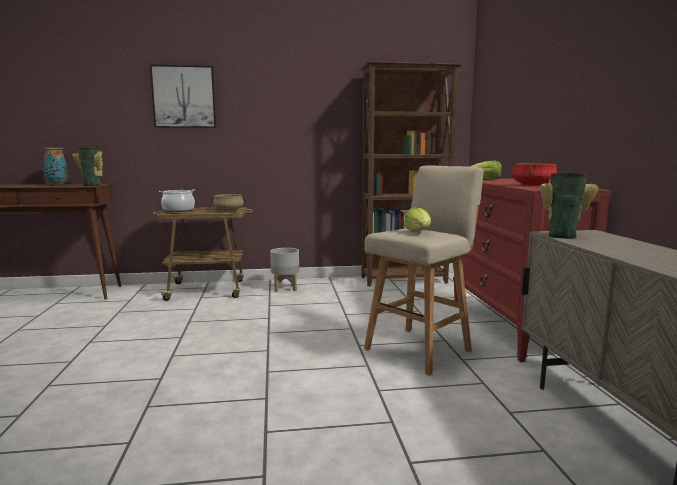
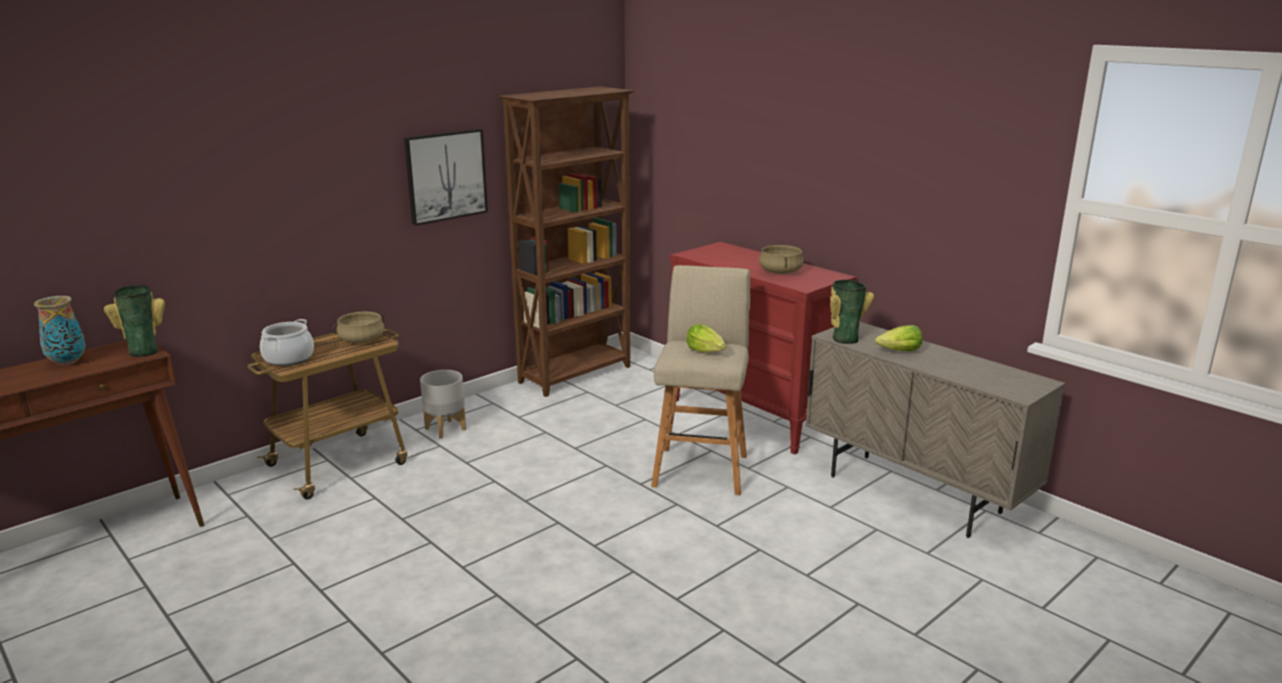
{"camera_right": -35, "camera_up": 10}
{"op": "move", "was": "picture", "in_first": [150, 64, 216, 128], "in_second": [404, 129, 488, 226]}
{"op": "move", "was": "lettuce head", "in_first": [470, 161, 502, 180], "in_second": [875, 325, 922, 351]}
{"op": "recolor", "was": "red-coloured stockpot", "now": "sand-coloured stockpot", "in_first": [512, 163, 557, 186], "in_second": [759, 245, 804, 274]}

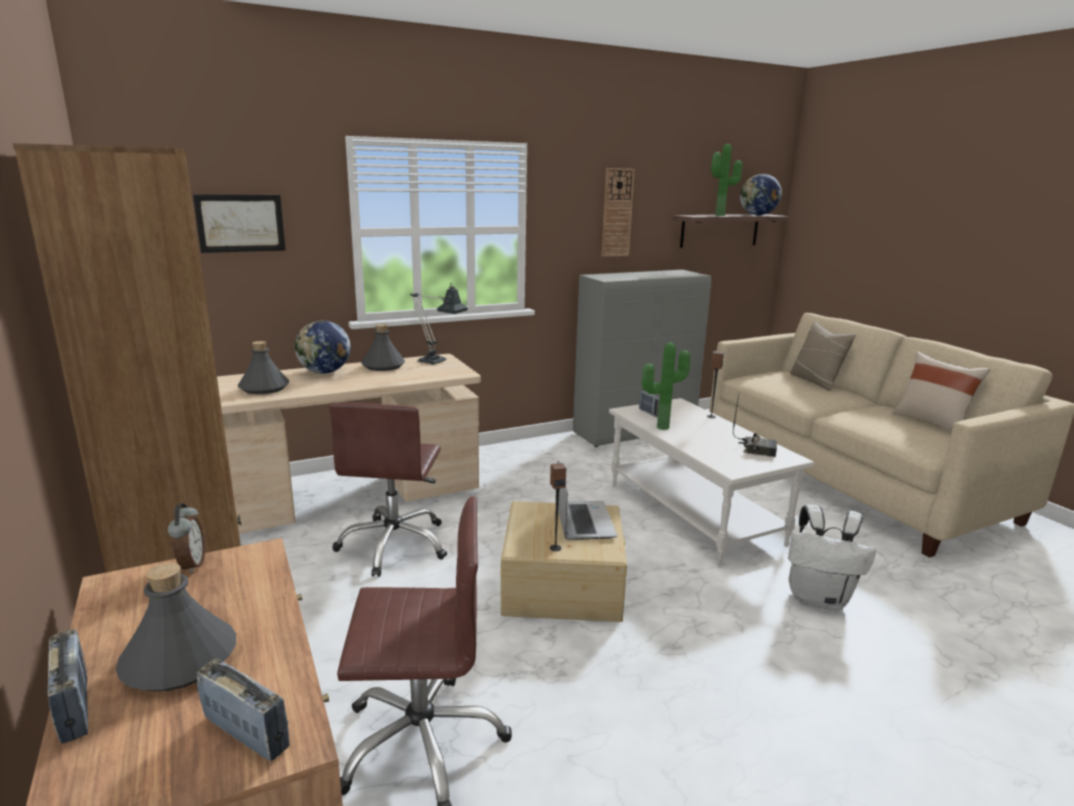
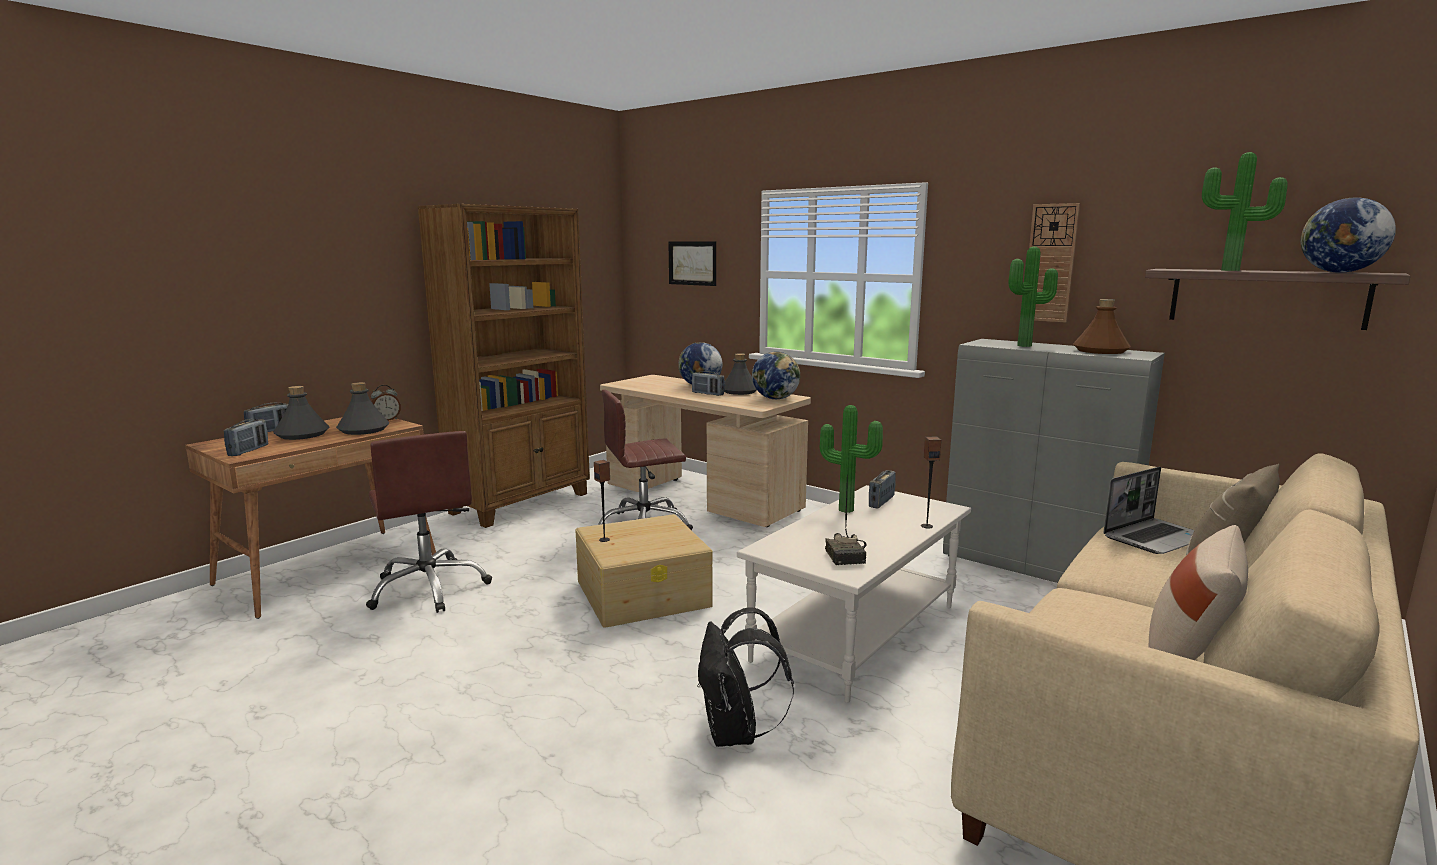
{"camera_right": 65, "camera_up": -5}
{"op": "insert", "now": "radio set", "in_second": [692, 371, 725, 396]}
{"op": "insert", "now": "houseplant", "in_second": [1009, 246, 1058, 347]}
{"op": "insert", "now": "brown-coloured bottle", "in_second": [1073, 299, 1131, 354]}
{"op": "move", "was": "greyish bottle", "in_first": [238, 341, 290, 394], "in_second": [336, 382, 390, 435]}
{"op": "move", "was": "notebook computer", "in_first": [558, 461, 617, 540], "in_second": [1103, 467, 1195, 554]}
{"op": "replace", "was": "tabletop lamp", "now": "world globe", "in_first": [410, 284, 468, 365], "in_second": [752, 351, 800, 399]}
{"op": "recolor", "was": "whitish backpack", "now": "blackish backpack", "in_first": [788, 505, 876, 610], "in_second": [697, 607, 794, 747]}

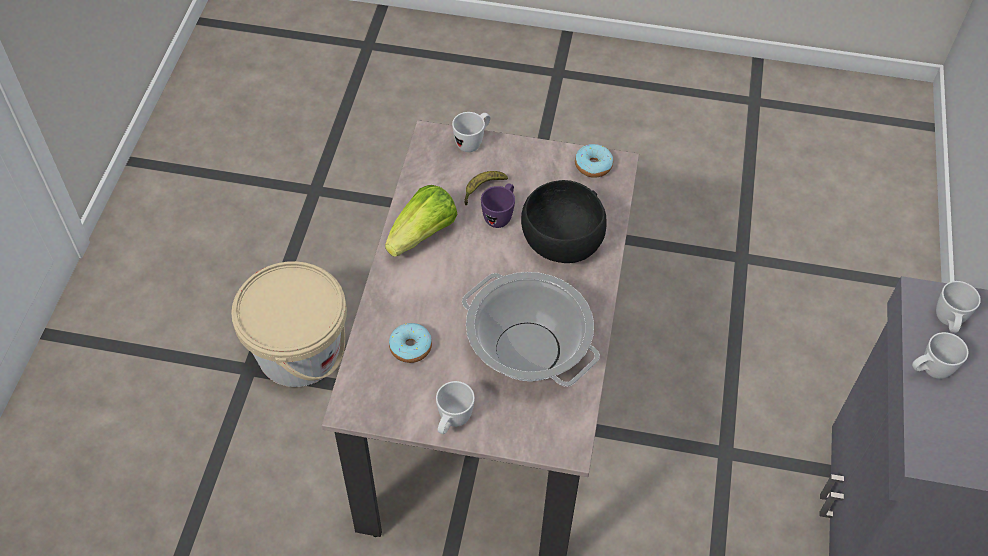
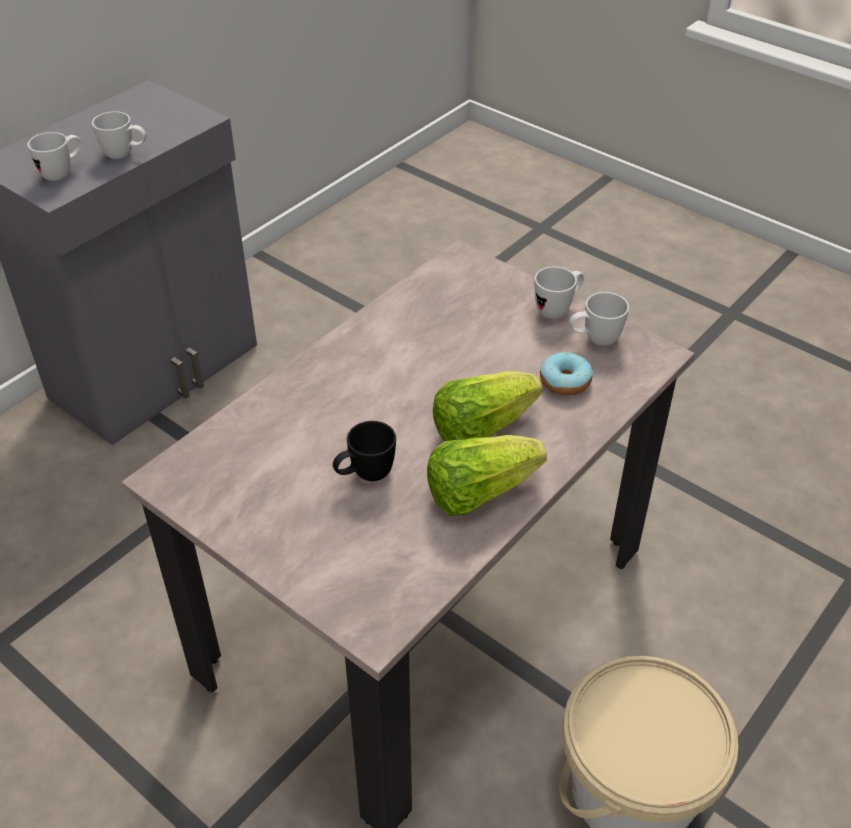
{"camera_right": -150, "camera_up": -10}
{"op": "delete", "was": "stockpot", "in_first": [462, 272, 600, 387]}
{"op": "delete", "was": "whole banana", "in_first": [464, 171, 508, 205]}
{"op": "delete", "was": "blackish bowl", "in_first": [521, 180, 607, 263]}
{"op": "delete", "was": "doughnut", "in_first": [575, 144, 613, 178]}
{"op": "insert", "now": "lettuce head", "in_second": [433, 371, 543, 441]}
{"op": "move", "was": "whitish mug", "in_first": [452, 112, 491, 152], "in_second": [569, 292, 629, 346]}
{"op": "recolor", "was": "purple mug", "now": "blackish mug", "in_first": [481, 183, 515, 228], "in_second": [333, 421, 396, 481]}

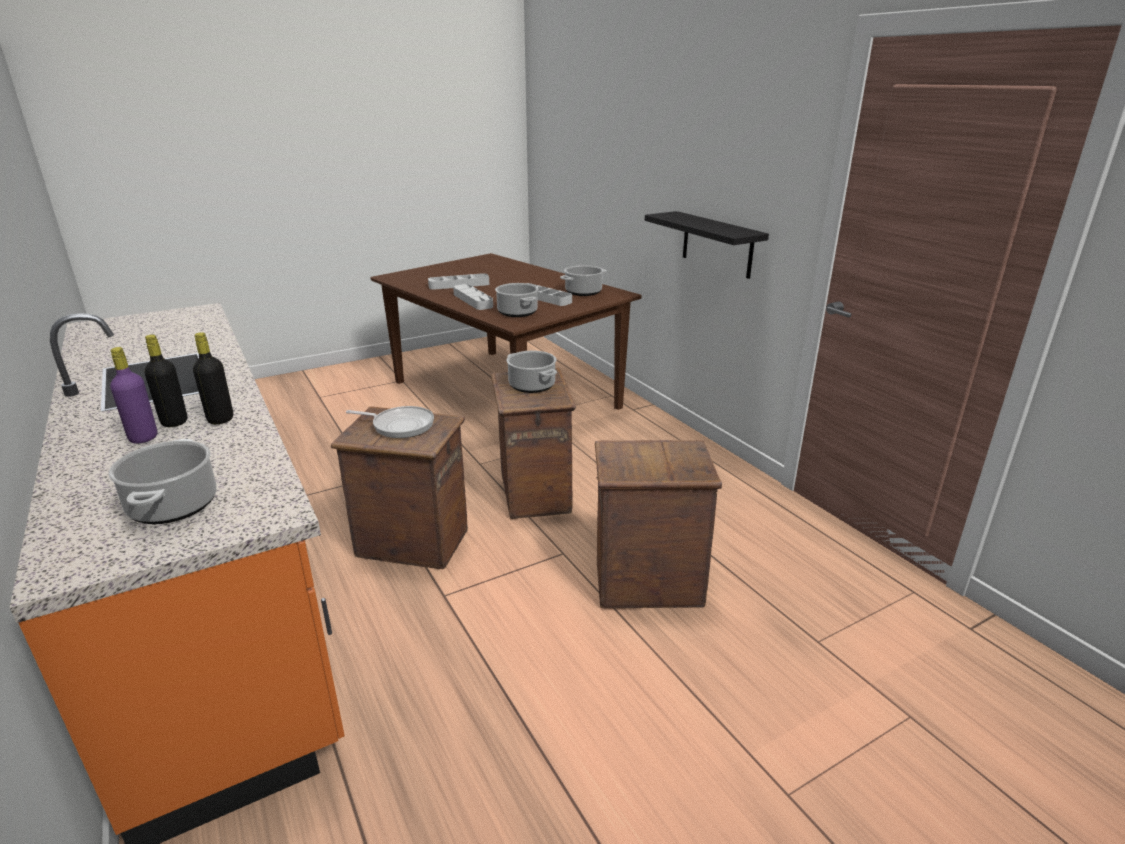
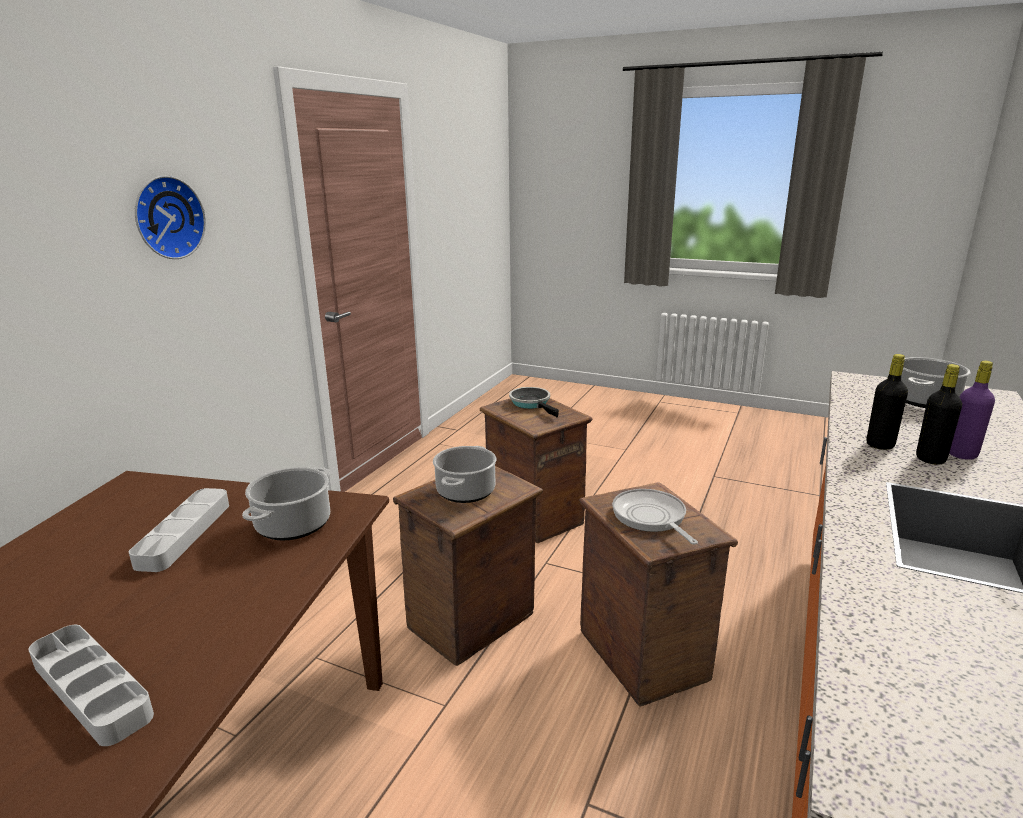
{"camera_right": -125, "camera_up": -5}
{"op": "delete", "was": "greyish serving tray", "in_first": [453, 284, 493, 310]}
{"op": "delete", "was": "stockpot", "in_first": [560, 265, 607, 296]}
{"op": "delete", "was": "blackish shelf", "in_first": [645, 211, 769, 279]}
{"op": "insert", "now": "hanging clock", "in_second": [135, 176, 206, 259]}
{"op": "insert", "now": "skillet", "in_second": [509, 387, 559, 417]}

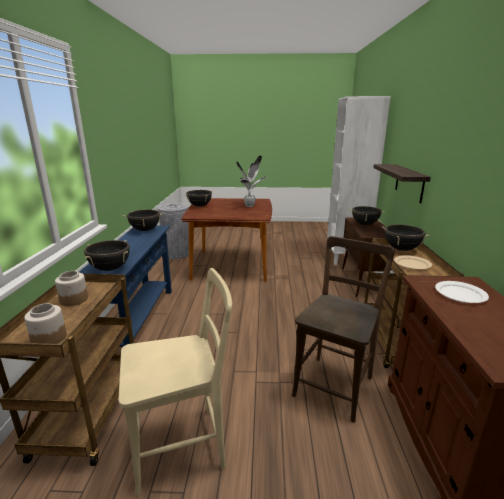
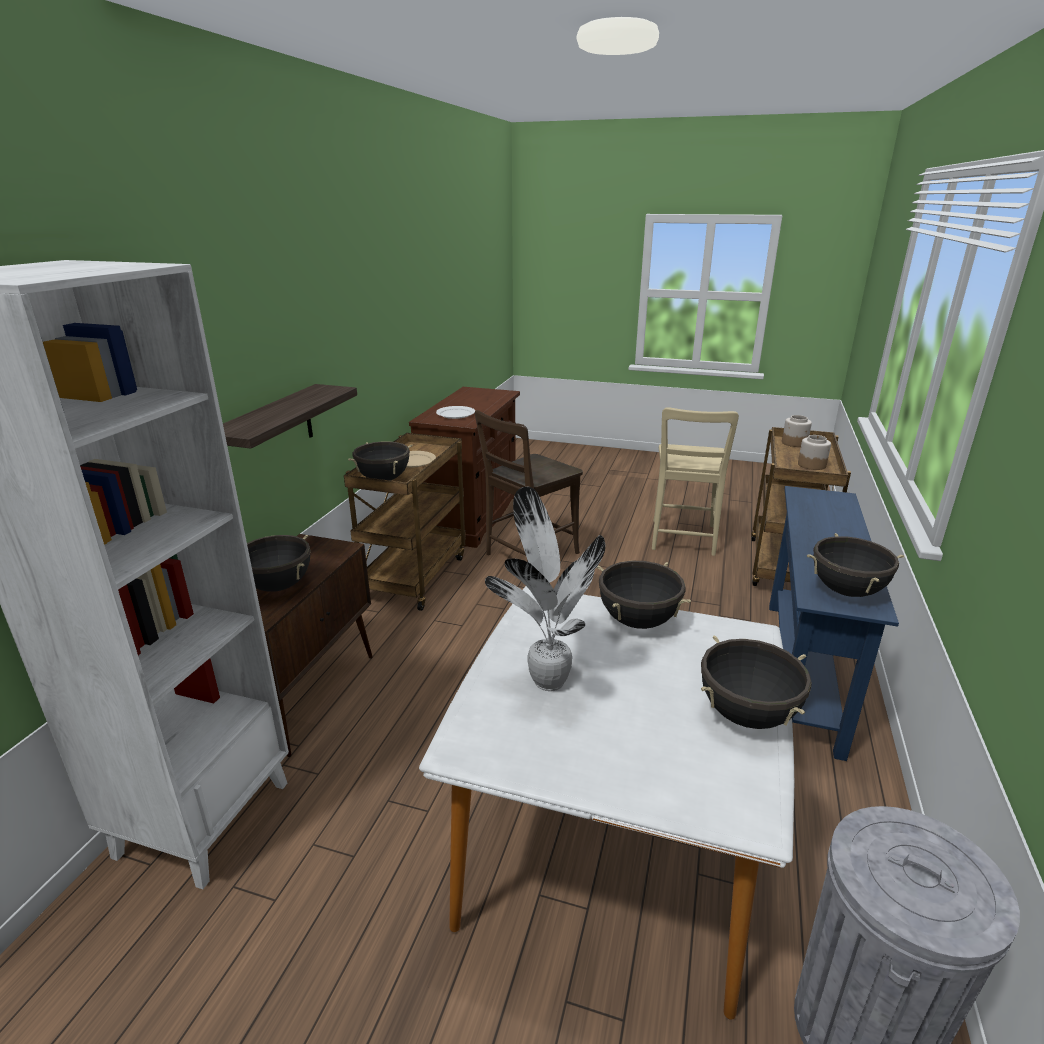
{"camera_right": -165, "camera_up": 5}
{"op": "move", "was": "blackish stockpot", "in_first": [84, 240, 130, 271], "in_second": [597, 561, 691, 629]}
{"op": "recolor", "was": "brown-coloured dining table", "now": "whitish dining table", "in_first": [181, 198, 272, 282], "in_second": [419, 586, 794, 1020]}
{"op": "rotate", "was": "sand-coloured upright chair", "in_first": [118, 268, 232, 496], "in_second": [652, 407, 739, 556], "clockwise": -75}

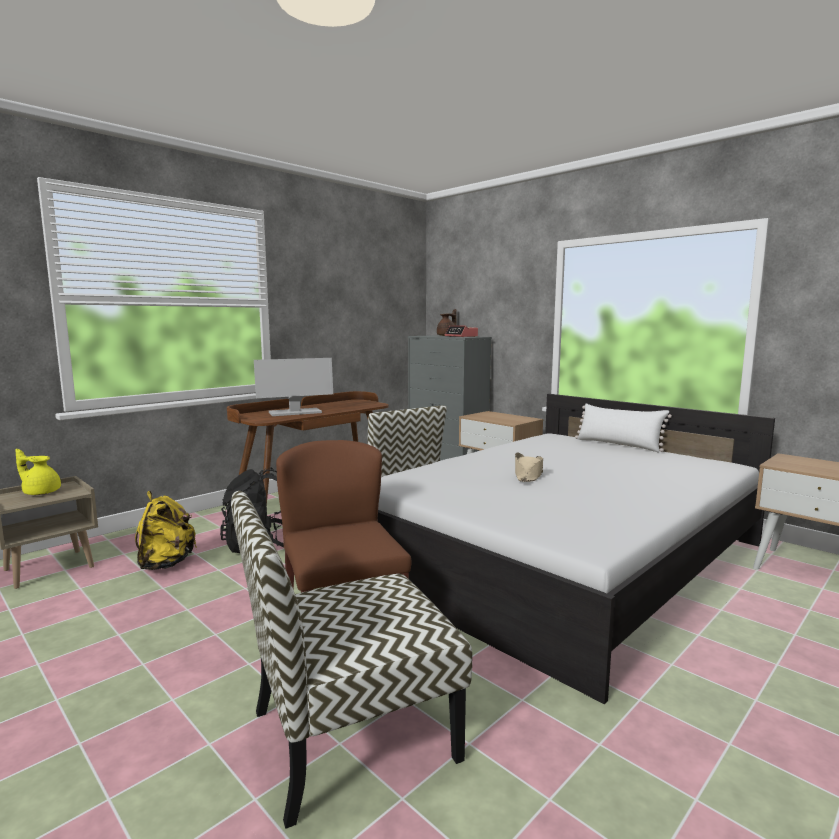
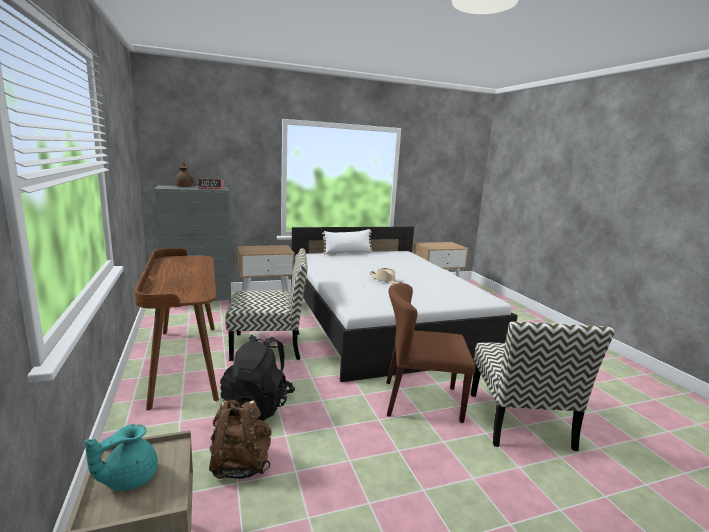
{"camera_right": -65, "camera_up": 5}
{"op": "delete", "was": "computer screen", "in_first": [254, 358, 333, 416]}
{"op": "recolor", "was": "yellow-coloured pot for tea", "now": "turquoise-coloured pot for tea", "in_first": [15, 449, 61, 495], "in_second": [85, 424, 158, 491]}
{"op": "recolor", "was": "yellow-coloured backpack", "now": "brown-coloured backpack", "in_first": [135, 491, 197, 570], "in_second": [209, 400, 272, 479]}

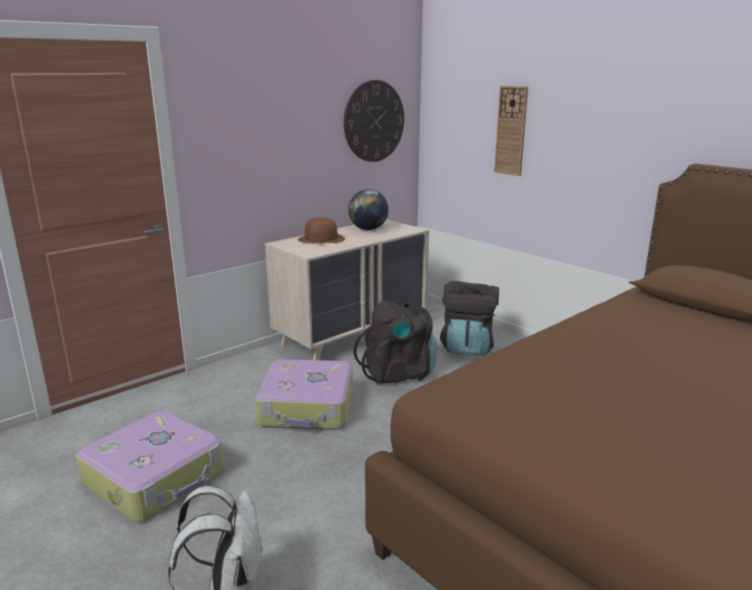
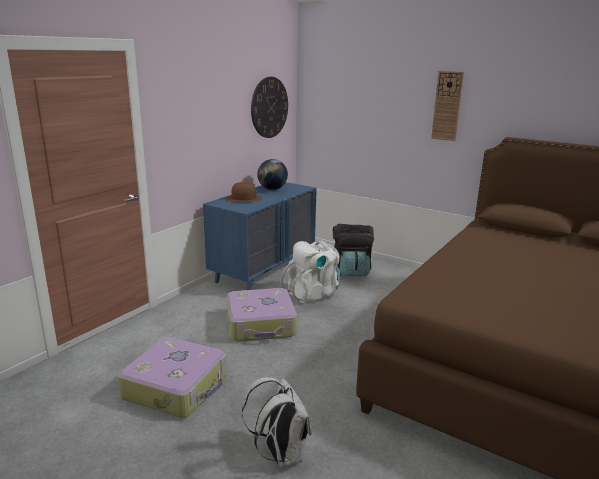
{"camera_right": -15, "camera_up": 0}
{"op": "move", "was": "hanging clock", "in_first": [494, 86, 528, 176], "in_second": [431, 71, 464, 141]}
{"op": "recolor", "was": "sand-coloured drawer chest", "now": "bluish drawer chest", "in_first": [265, 219, 429, 360], "in_second": [203, 182, 317, 290]}
{"op": "recolor", "was": "blackish backpack", "now": "whitish backpack", "in_first": [354, 301, 437, 385], "in_second": [280, 241, 340, 303]}

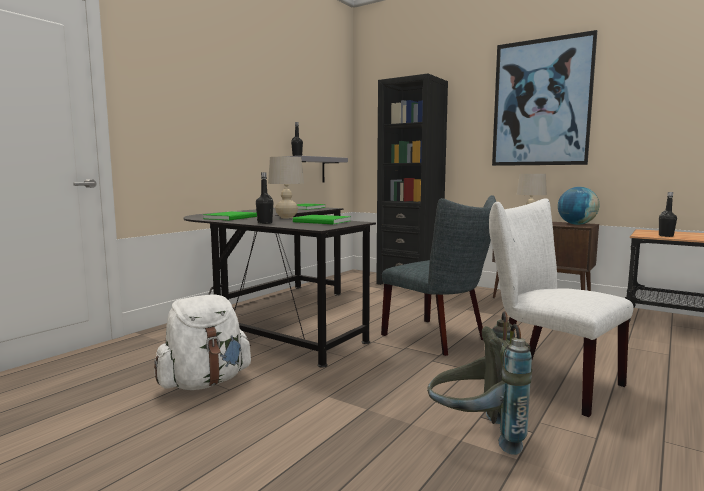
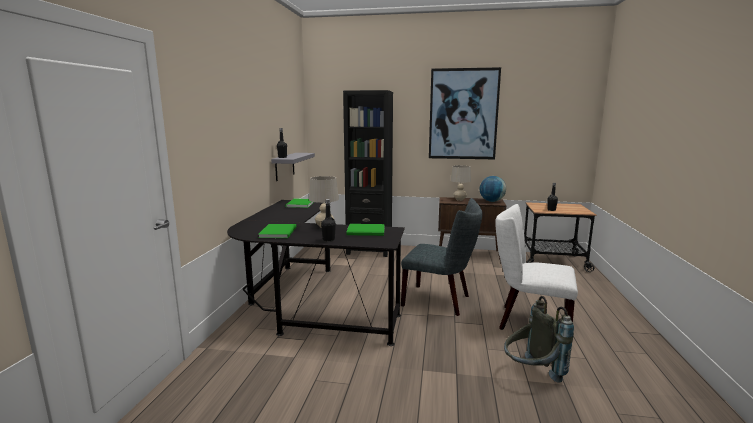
{"camera_right": -25, "camera_up": 5}
{"op": "delete", "was": "whitish backpack", "in_first": [154, 294, 251, 390]}

